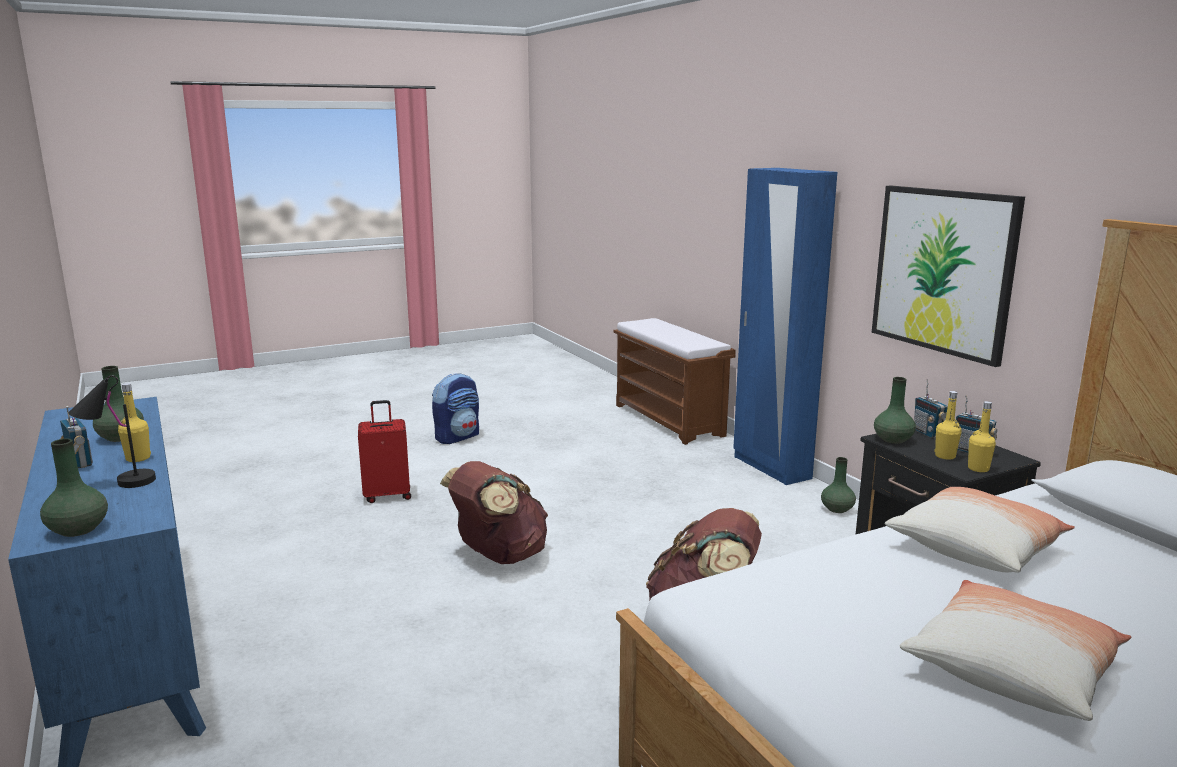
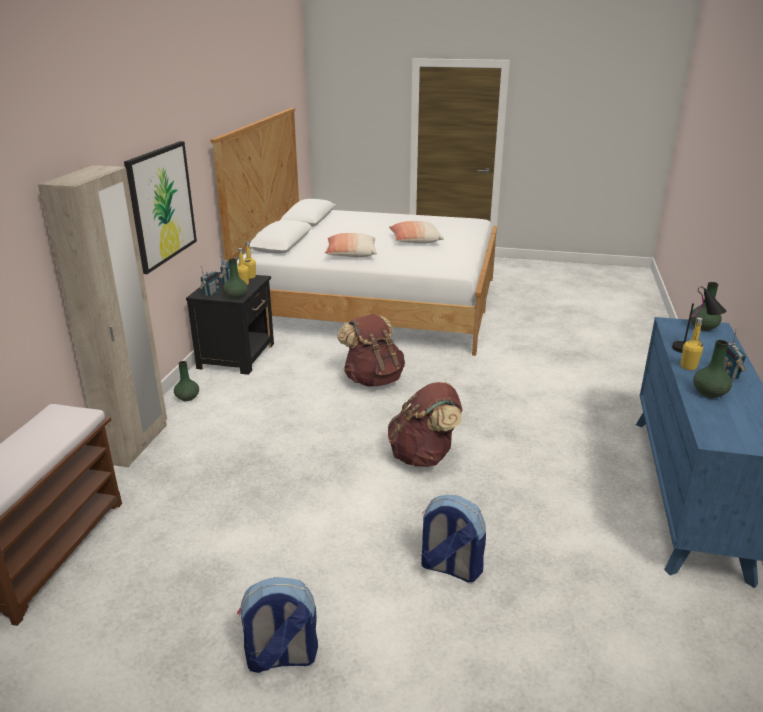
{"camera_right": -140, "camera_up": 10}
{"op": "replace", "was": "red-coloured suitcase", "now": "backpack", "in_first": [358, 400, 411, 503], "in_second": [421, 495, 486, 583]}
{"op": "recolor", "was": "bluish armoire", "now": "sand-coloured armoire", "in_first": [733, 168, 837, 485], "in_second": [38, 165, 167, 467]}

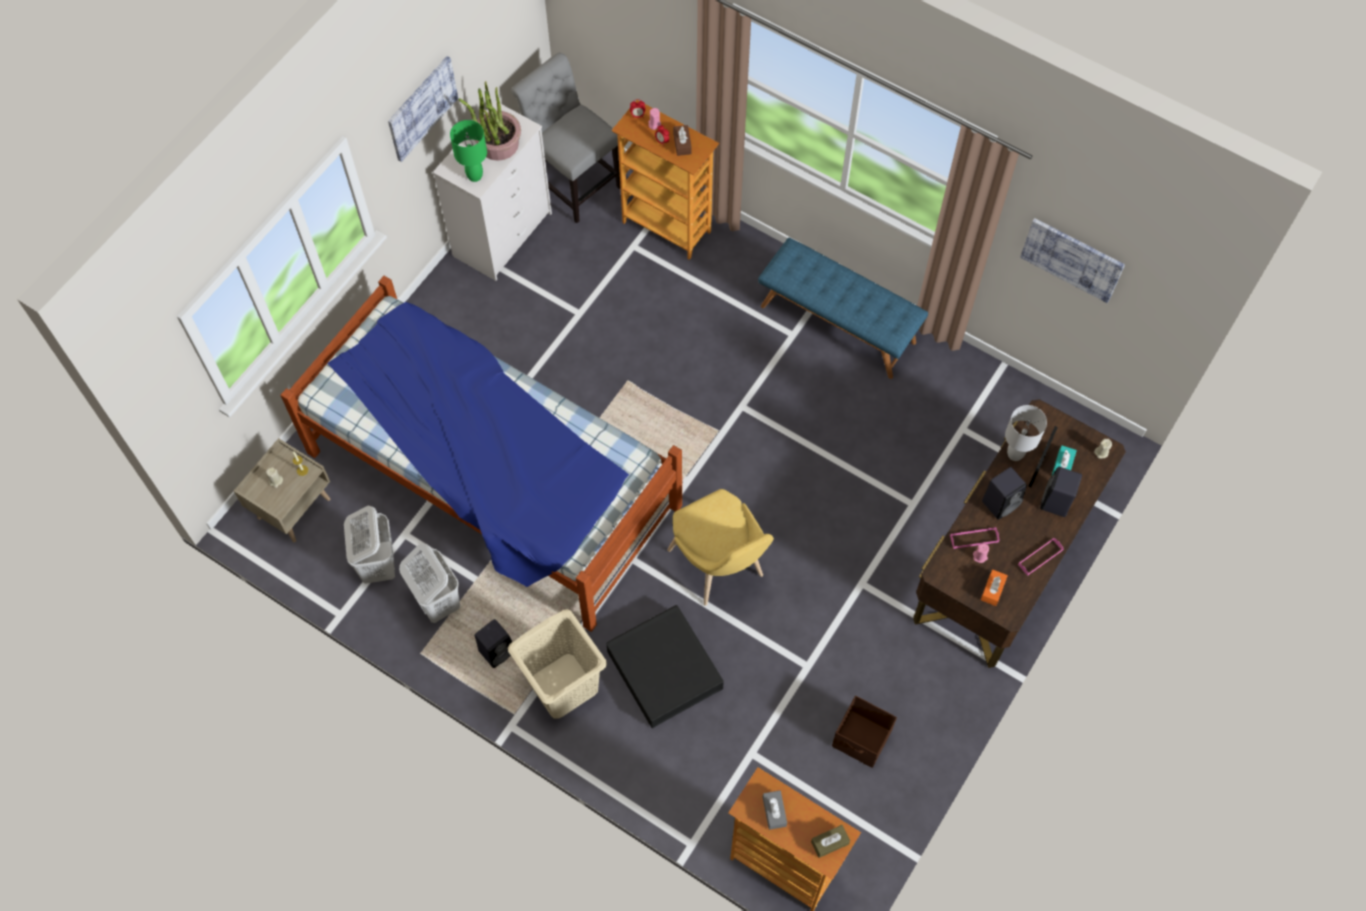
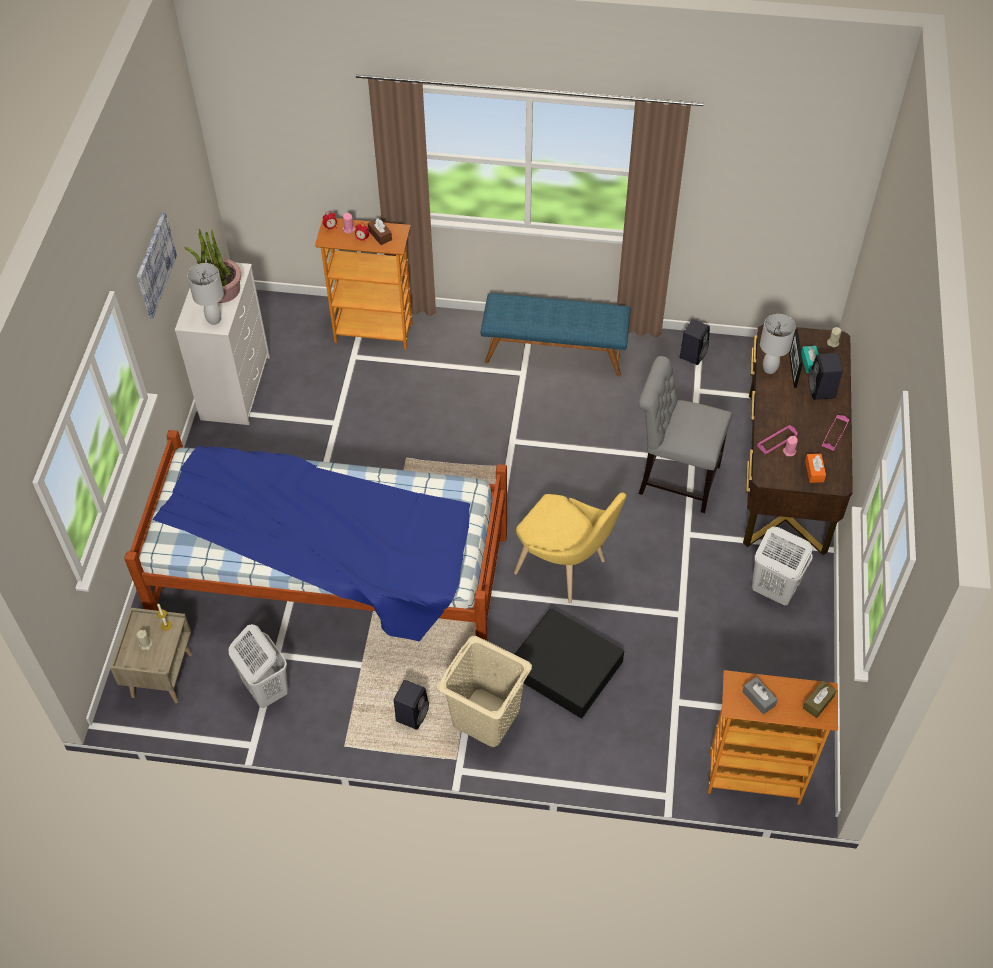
{"camera_right": -25, "camera_up": -10}
{"op": "delete", "was": "brown-coloured storage box", "in_first": [832, 696, 897, 768]}
{"op": "delete", "was": "picture", "in_first": [1020, 218, 1125, 303]}
{"op": "move", "was": "whitish laundry basket", "in_first": [399, 544, 460, 623], "in_second": [752, 527, 813, 606]}
{"op": "move", "was": "greyish upright chair", "in_first": [511, 53, 620, 223], "in_second": [638, 356, 732, 513]}
{"op": "move", "was": "blackish audio speaker", "in_first": [982, 467, 1027, 520], "in_second": [680, 319, 710, 365]}
{"op": "recolor", "was": "green-coloured tabletop lamp", "now": "whitish tabletop lamp", "in_first": [450, 120, 487, 182], "in_second": [187, 263, 224, 325]}

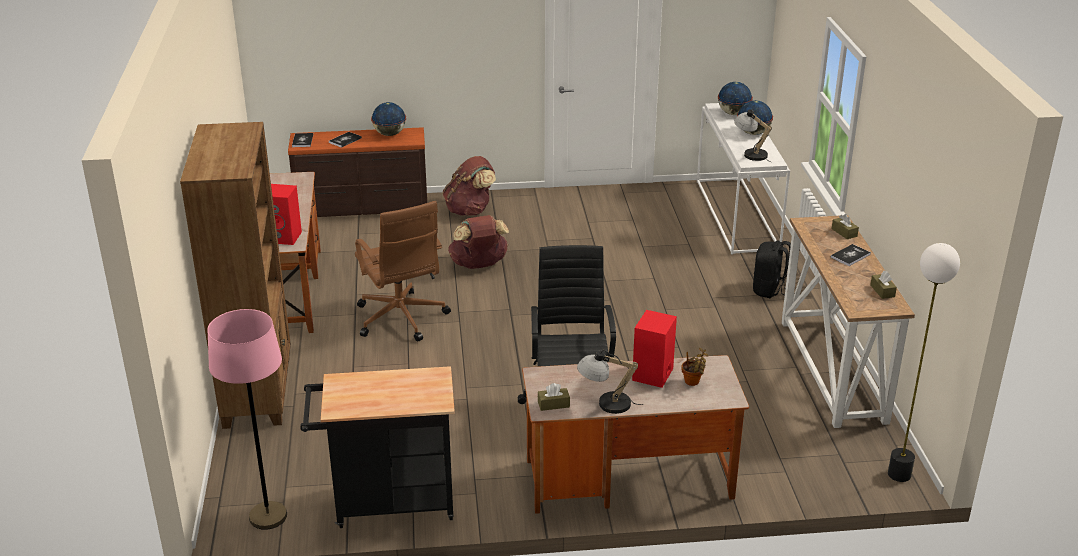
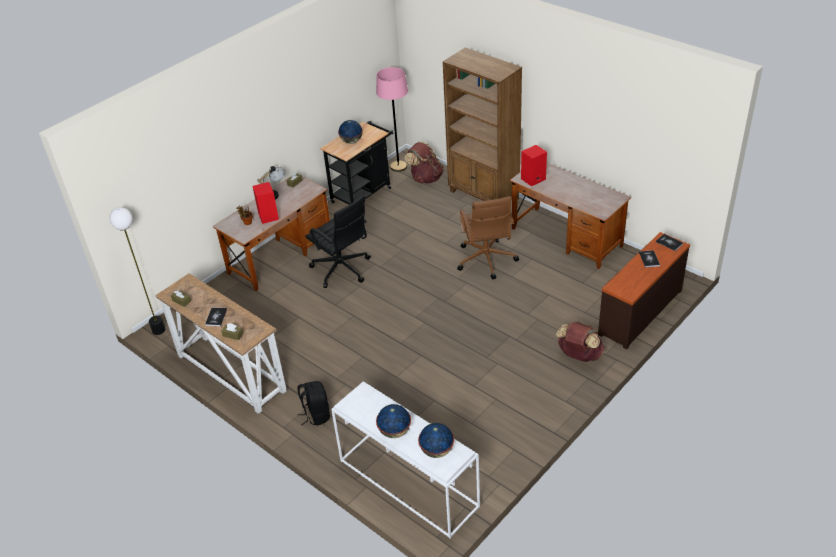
{"camera_right": 140, "camera_up": 10}
{"op": "delete", "was": "tabletop lamp", "in_first": [734, 109, 772, 163]}
{"op": "move", "was": "world globe", "in_first": [371, 102, 406, 136], "in_second": [338, 120, 363, 144]}
{"op": "move", "was": "brown-coloured backpack", "in_first": [448, 215, 509, 269], "in_second": [405, 142, 443, 183]}
{"op": "rotate", "was": "brown-coloured desk chair", "in_first": [355, 201, 451, 341], "in_second": [457, 196, 519, 279], "clockwise": -120}

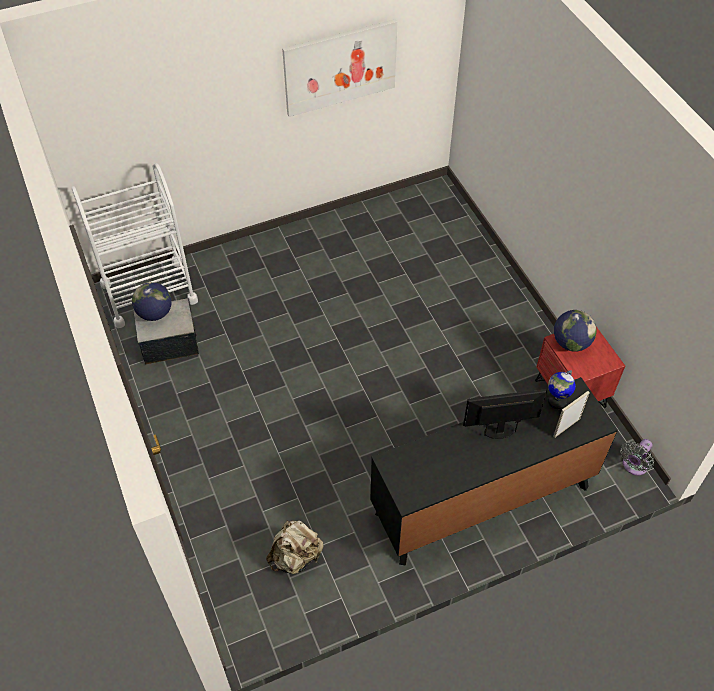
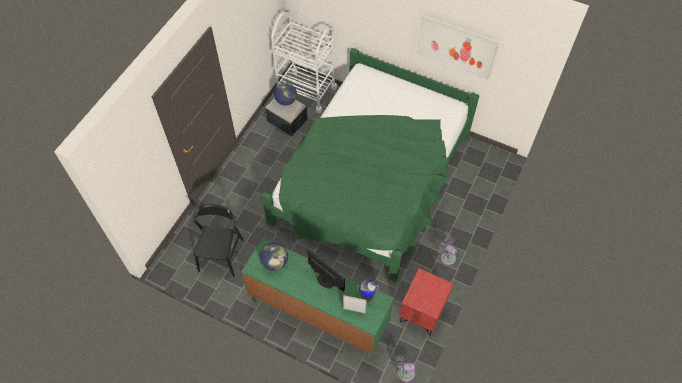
{"camera_right": 50, "camera_up": 5}
{"op": "insert", "now": "green-coloured bedroom bed", "in_second": [262, 48, 480, 282]}
{"op": "insert", "now": "greyish fan", "in_second": [437, 236, 457, 265]}
{"op": "move", "was": "world globe", "in_first": [554, 310, 597, 352], "in_second": [259, 242, 288, 271]}
{"op": "replace", "was": "sand-coloured backpack", "now": "blackish upright chair", "in_first": [266, 520, 324, 574], "in_second": [192, 204, 244, 277]}
{"op": "recolor", "was": "blackish drawer chest", "now": "green-coloured drawer chest", "in_first": [370, 377, 618, 565], "in_second": [241, 238, 394, 358]}

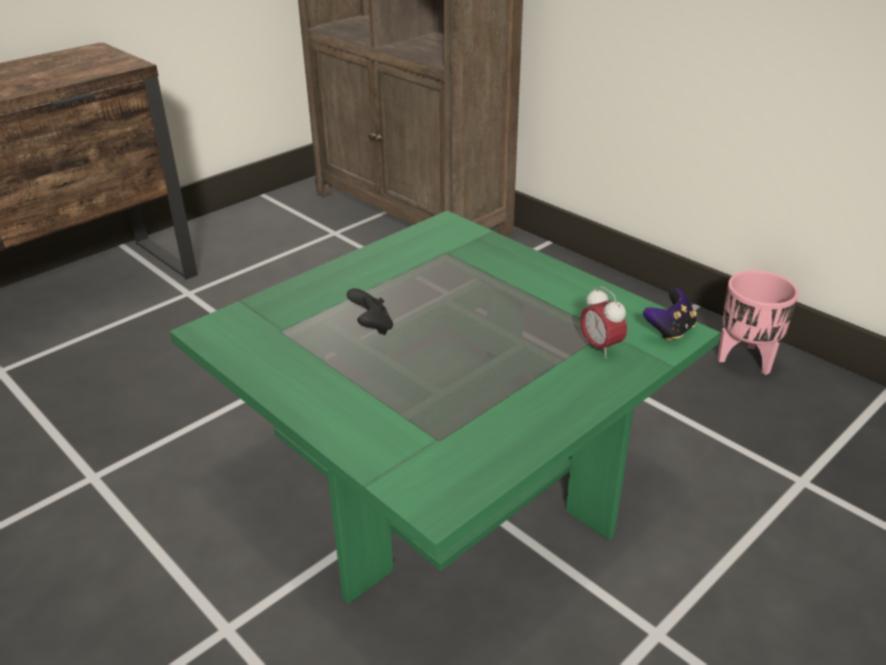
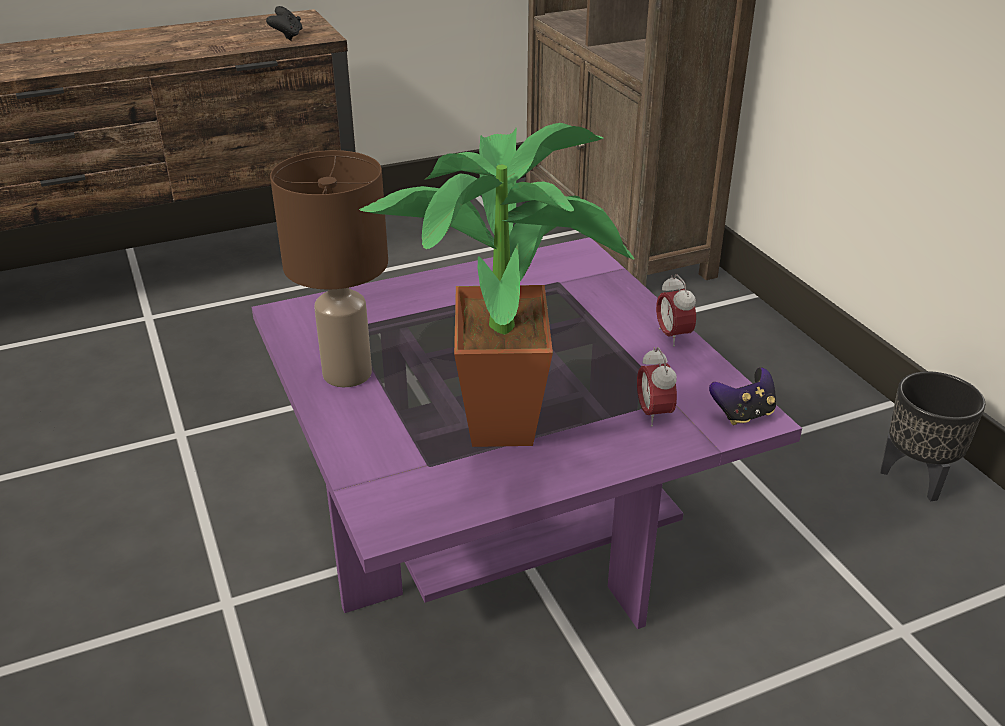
{"camera_right": 20, "camera_up": 0}
{"op": "insert", "now": "brown-coloured tabletop lamp", "in_second": [270, 150, 388, 387]}
{"op": "insert", "now": "houseplant", "in_second": [359, 123, 634, 447]}
{"op": "insert", "now": "table clock", "in_second": [656, 274, 696, 346]}
{"op": "move", "was": "blackish gamepad", "in_first": [347, 288, 393, 335], "in_second": [266, 6, 303, 41]}
{"op": "recolor", "was": "green-coloured coffee table", "now": "purple coffee table", "in_first": [169, 211, 721, 604], "in_second": [252, 237, 802, 629]}
{"op": "recolor", "was": "pink plant pot", "now": "blackish plant pot", "in_first": [717, 270, 799, 375], "in_second": [881, 371, 985, 501]}

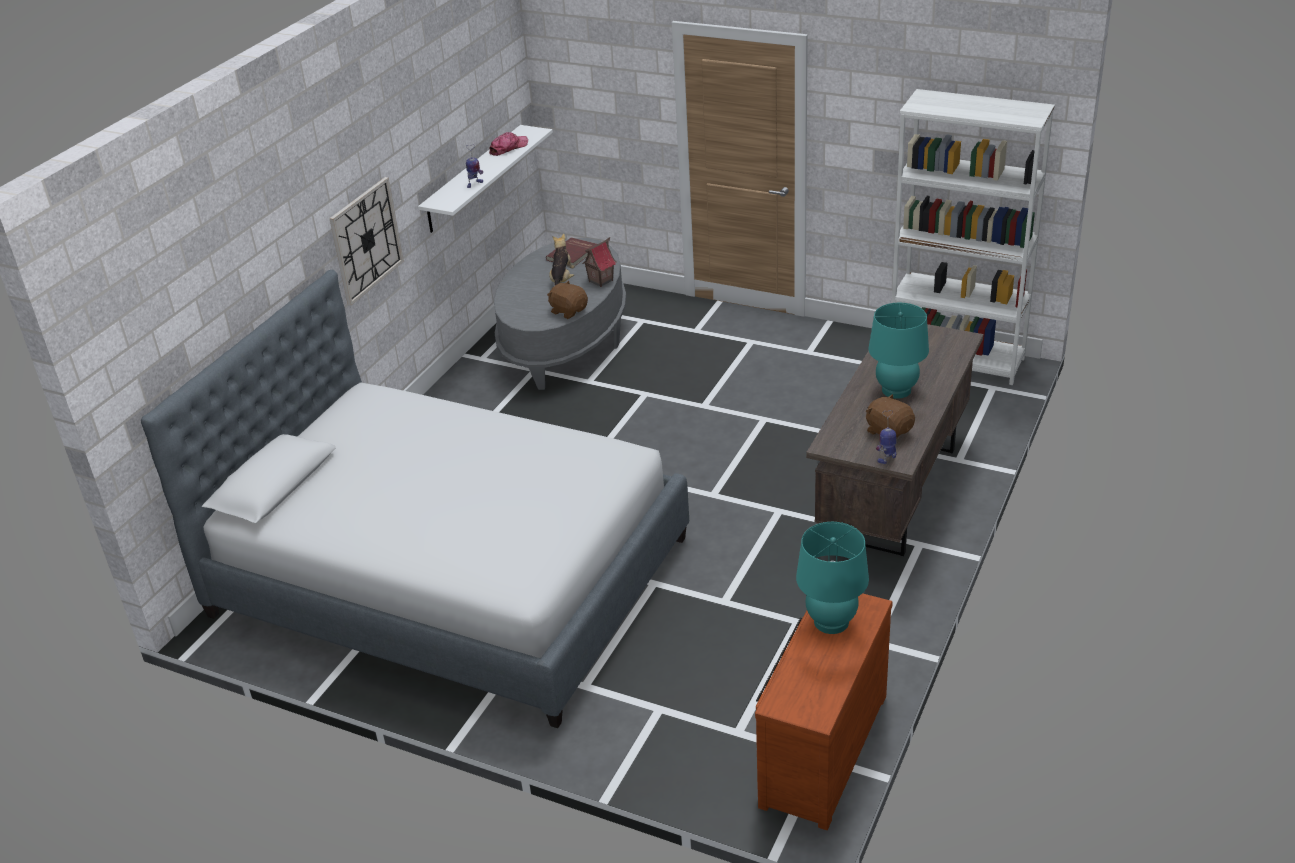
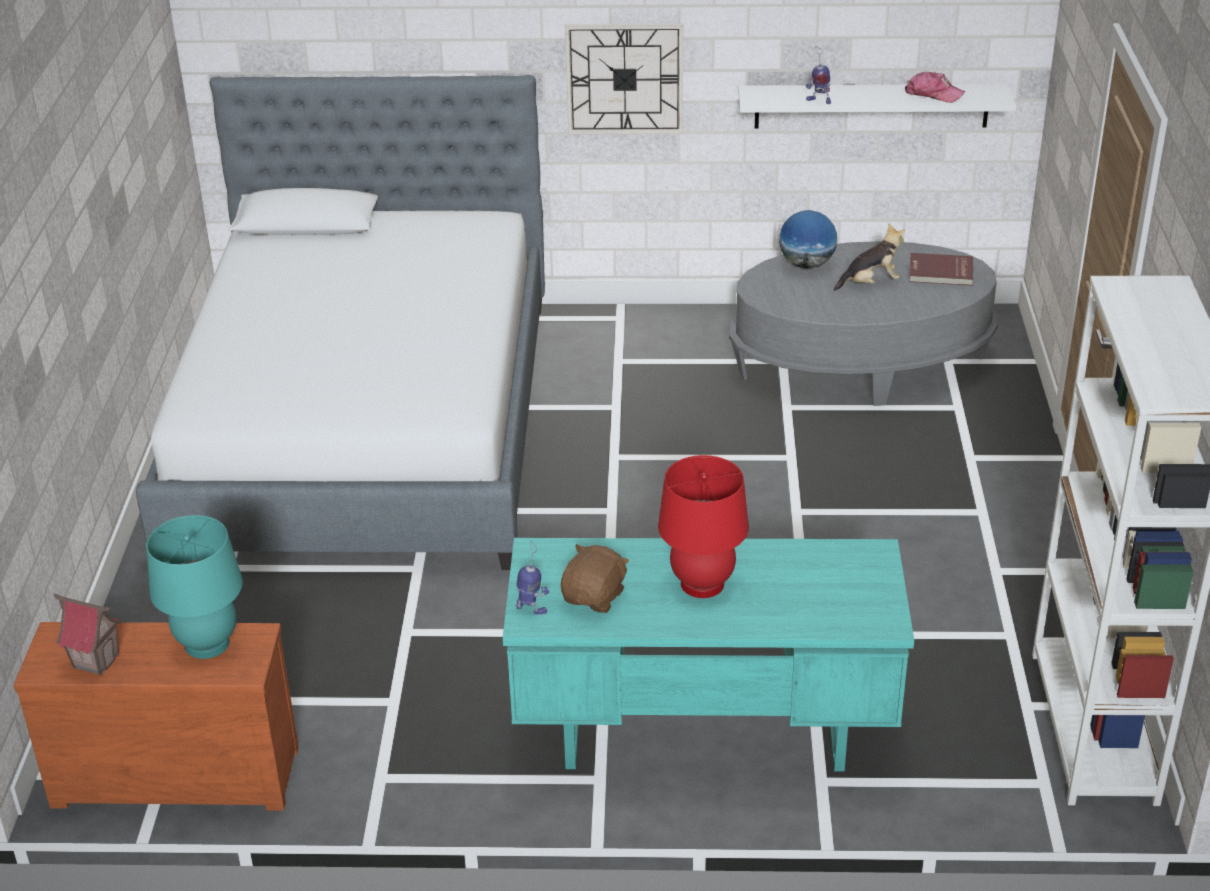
{"camera_right": 65, "camera_up": 0}
{"op": "delete", "was": "brown-coloured soft toy", "in_first": [547, 281, 588, 319]}
{"op": "insert", "now": "world globe", "in_second": [779, 210, 837, 269]}
{"op": "move", "was": "model house", "in_first": [582, 237, 617, 287], "in_second": [54, 594, 122, 676]}
{"op": "recolor", "was": "brown-coloured desk", "now": "turquoise-coloured desk", "in_first": [806, 324, 983, 556], "in_second": [503, 538, 914, 771]}
{"op": "recolor", "was": "turquoise-coloured tabletop lamp", "now": "red-coloured tabletop lamp", "in_first": [869, 303, 929, 399], "in_second": [658, 455, 749, 598]}

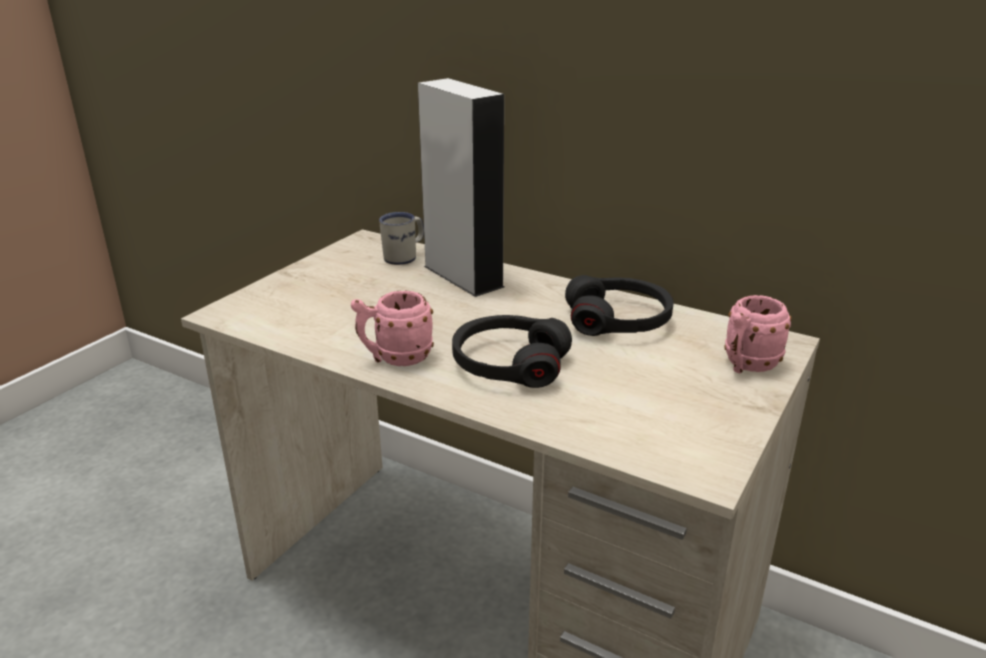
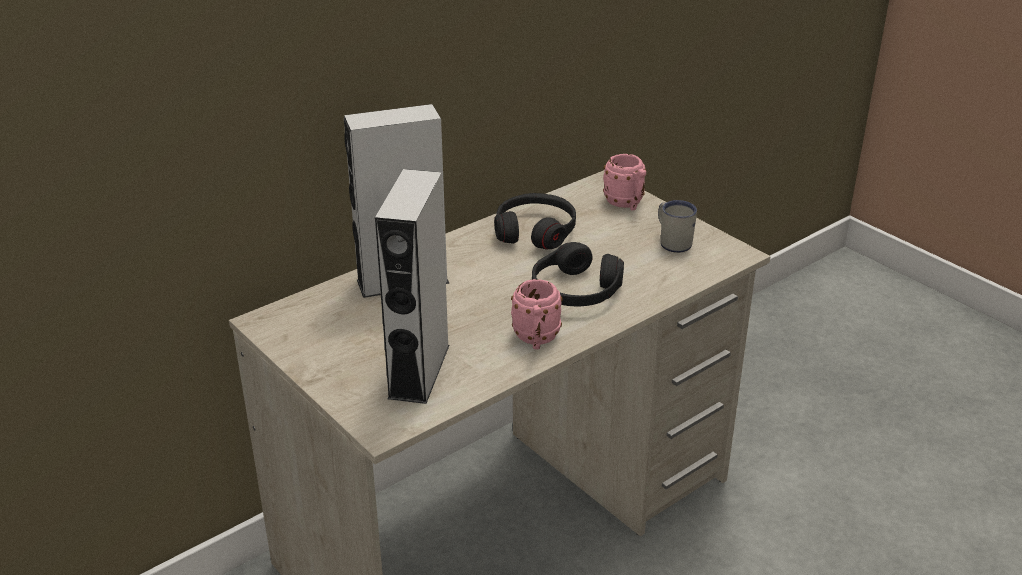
{"camera_right": -70, "camera_up": 5}
{"op": "insert", "now": "greyish audio speaker", "in_second": [375, 169, 450, 404]}
{"op": "move", "was": "whitish mug", "in_first": [379, 212, 424, 265], "in_second": [659, 200, 697, 253]}

